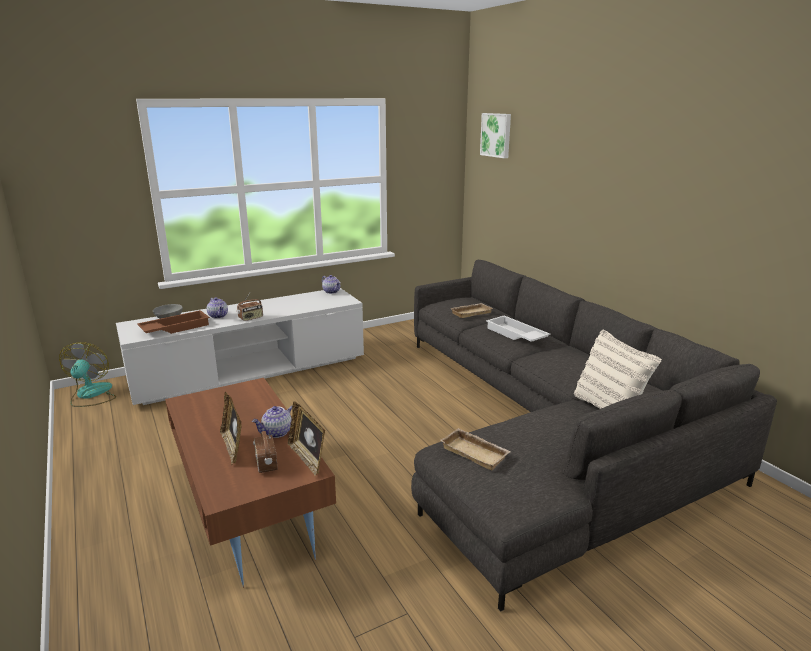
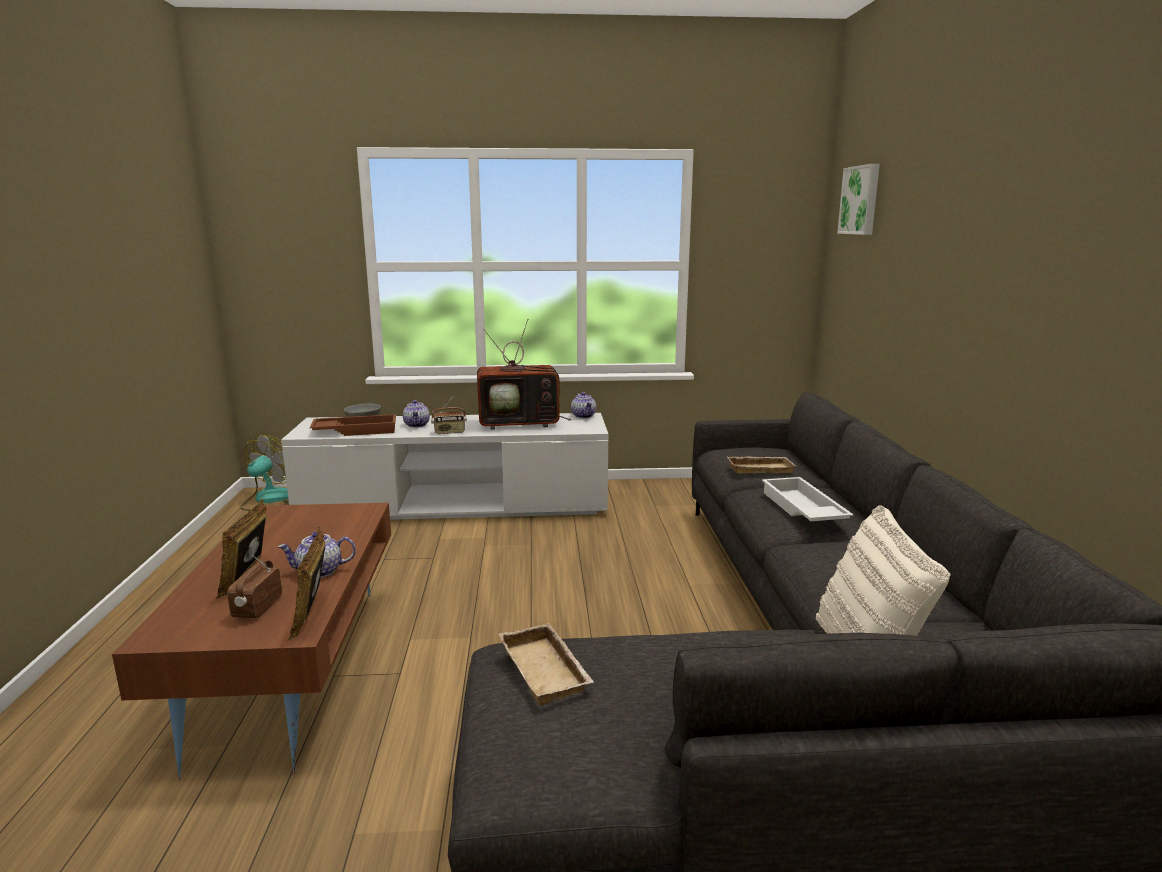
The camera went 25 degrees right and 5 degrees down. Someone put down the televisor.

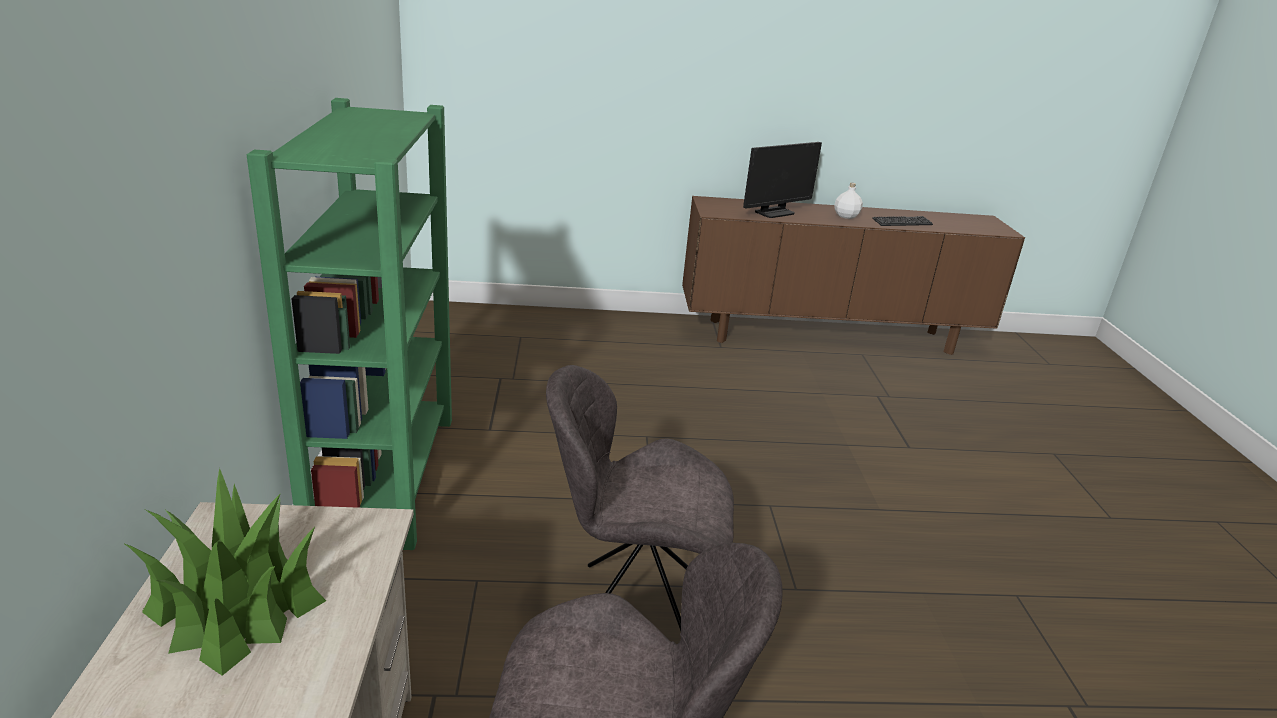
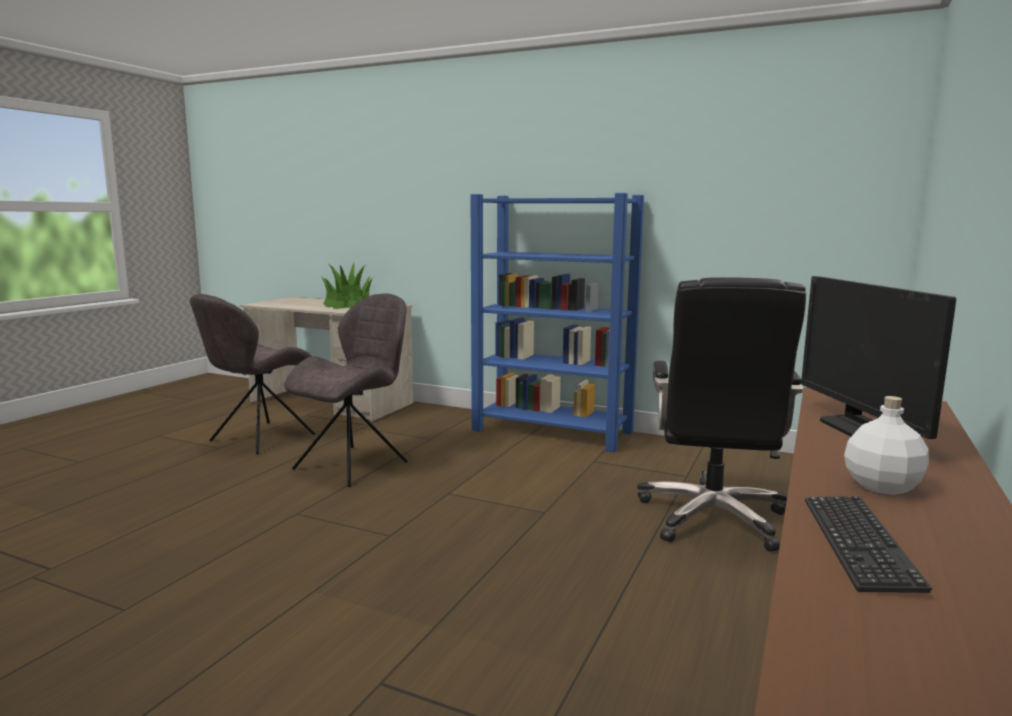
The camera went 120 degrees right and 15 degrees down. Someone put down the silla de oficina/negro. Someone repainted the estantería/verde, which became the estantería/azul.

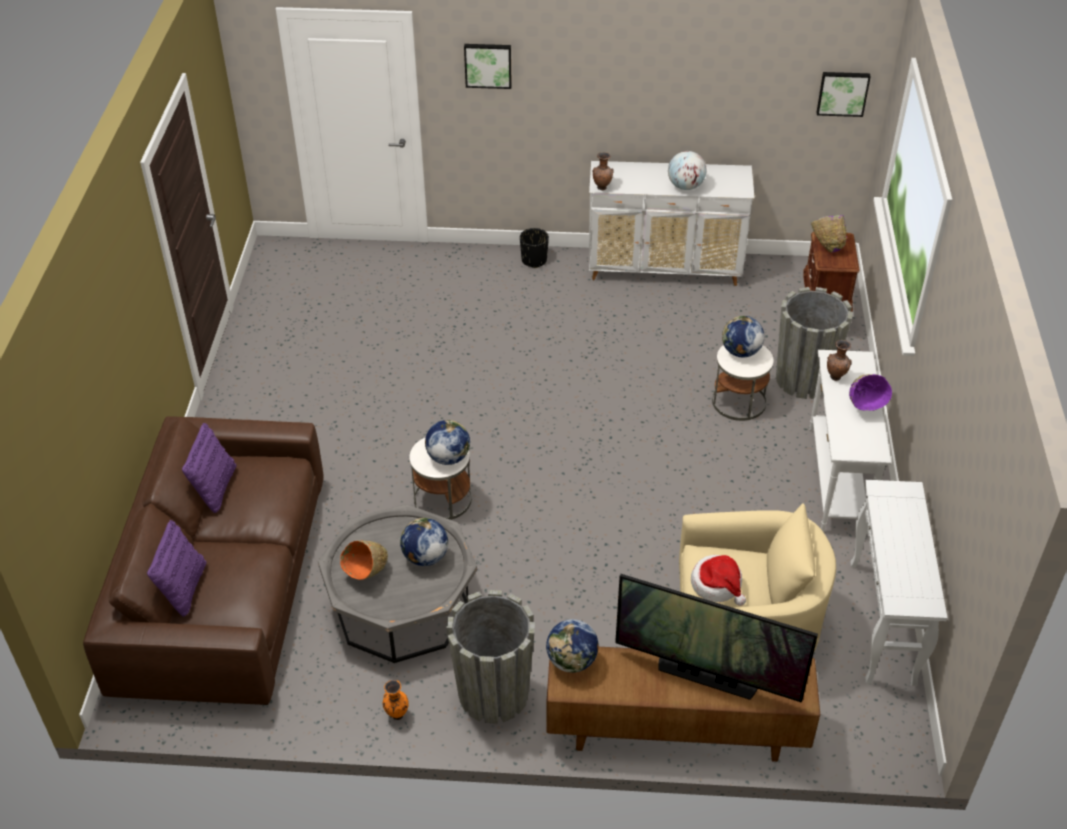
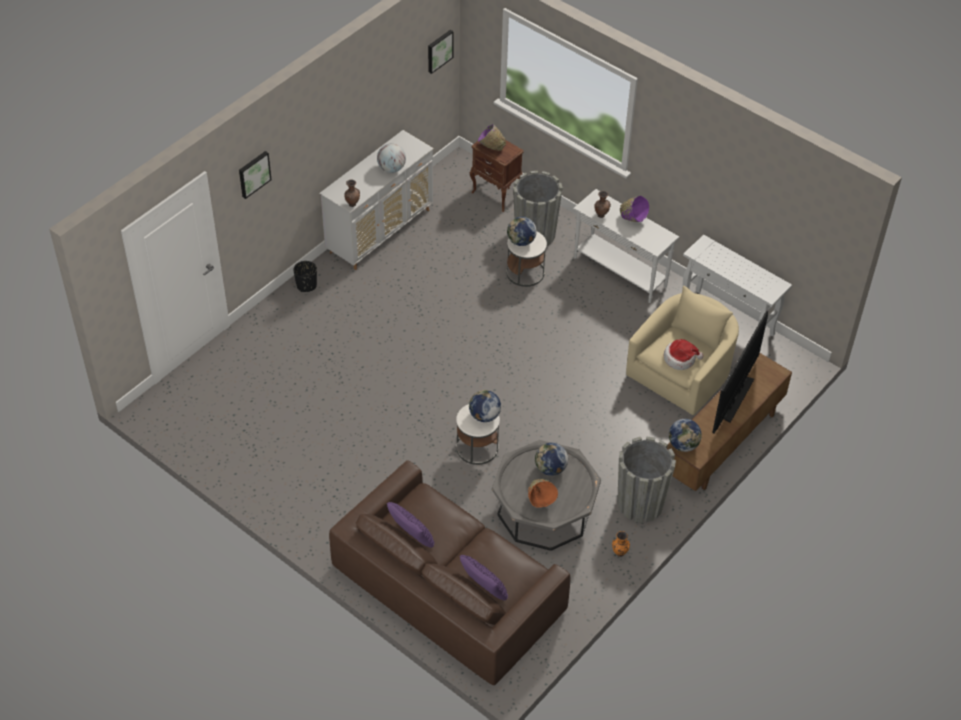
The camera went 55 degrees left and 5 degrees up. Someone rotated the televisor by 150 degrees clockwise.

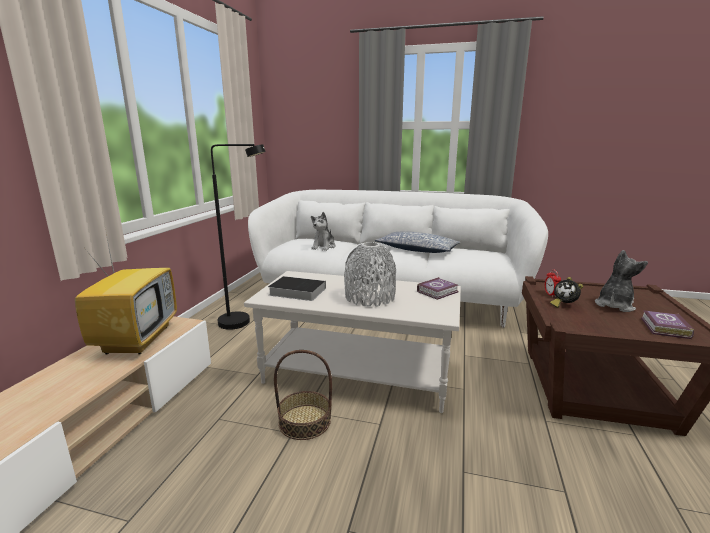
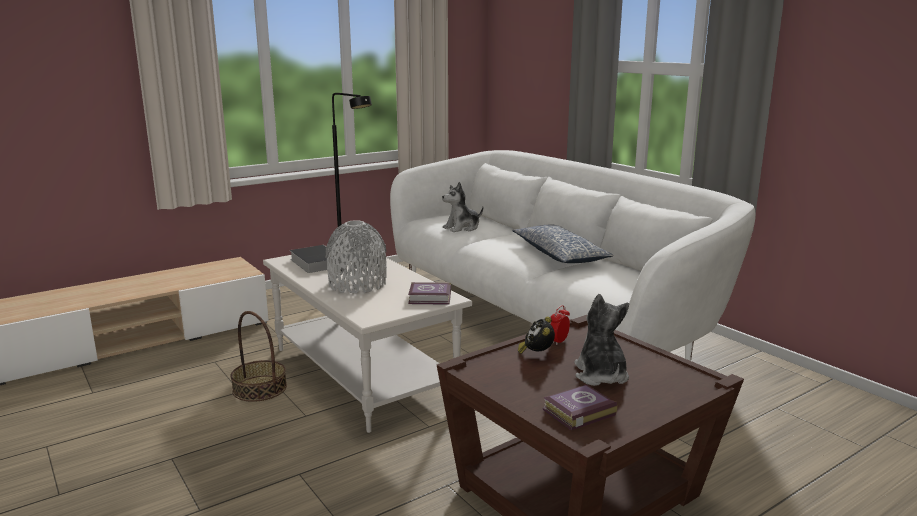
The camera went 40 degrees right and 0 degrees up. Someone took away the televisor. Someone rotated the peluche (2nd from left) by 90 degrees counterclockwise.

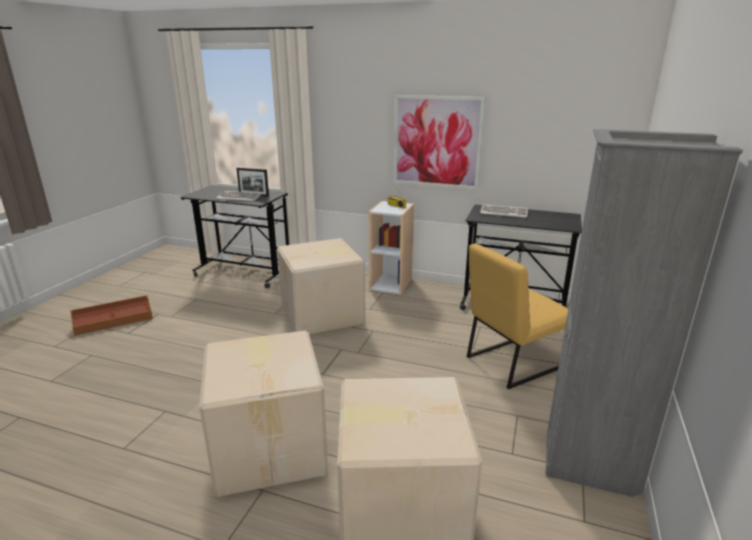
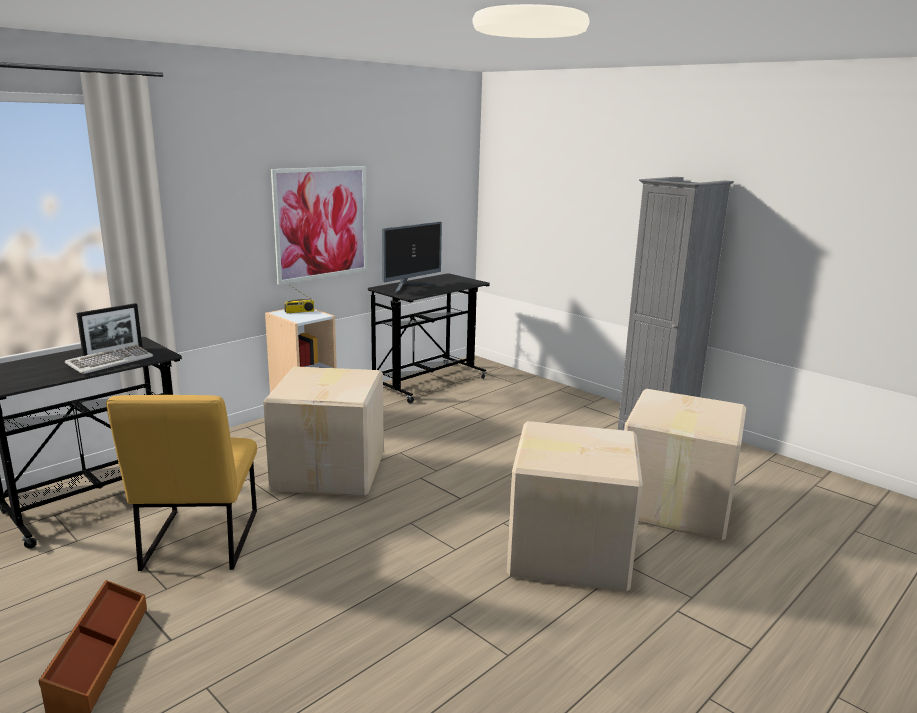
The camera went 65 degrees left and 5 degrees down. Someone carried the silla/amarillo. Someone swapped the teclado (2nd from left) for the monitor.

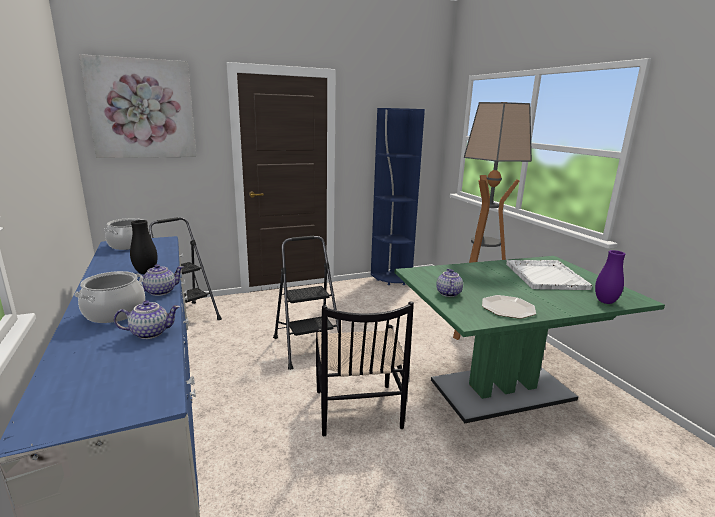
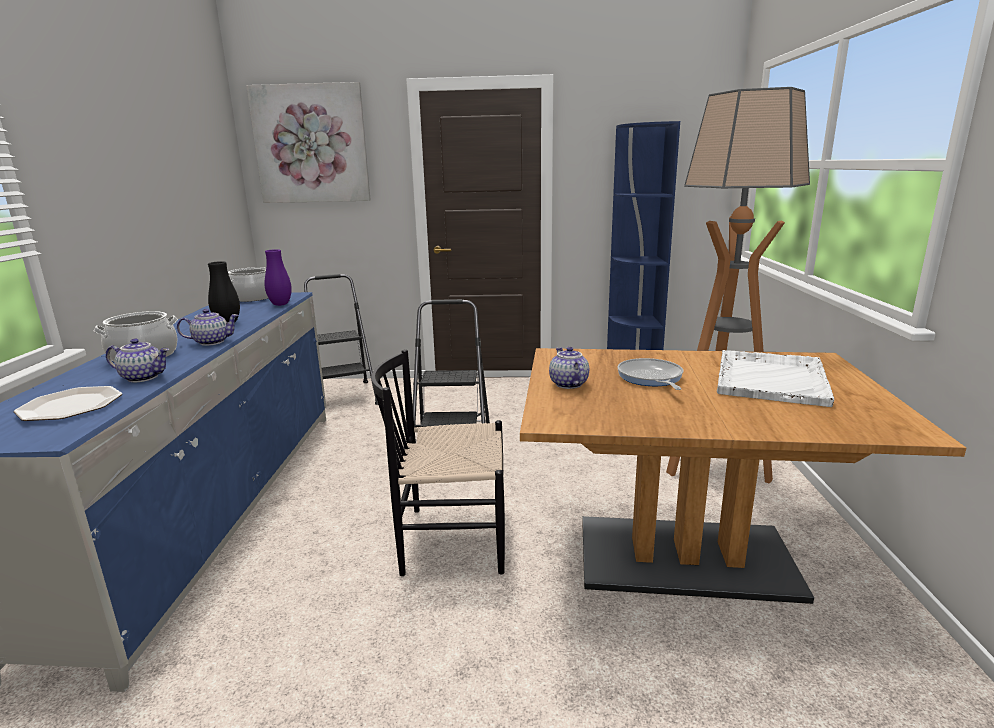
The camera went 25 degrees right and 0 degrees up. Someone put down the sartén. Someone carried the plato. Someone carried the florero/morado. Someone repainted the mesa de comedor/verde, which became the mesa de comedor/marrón. Someone rotated the silla/negro by 75 degrees clockwise. Someone rotated the tetera (3rd from left) by 45 degrees counterclockwise.

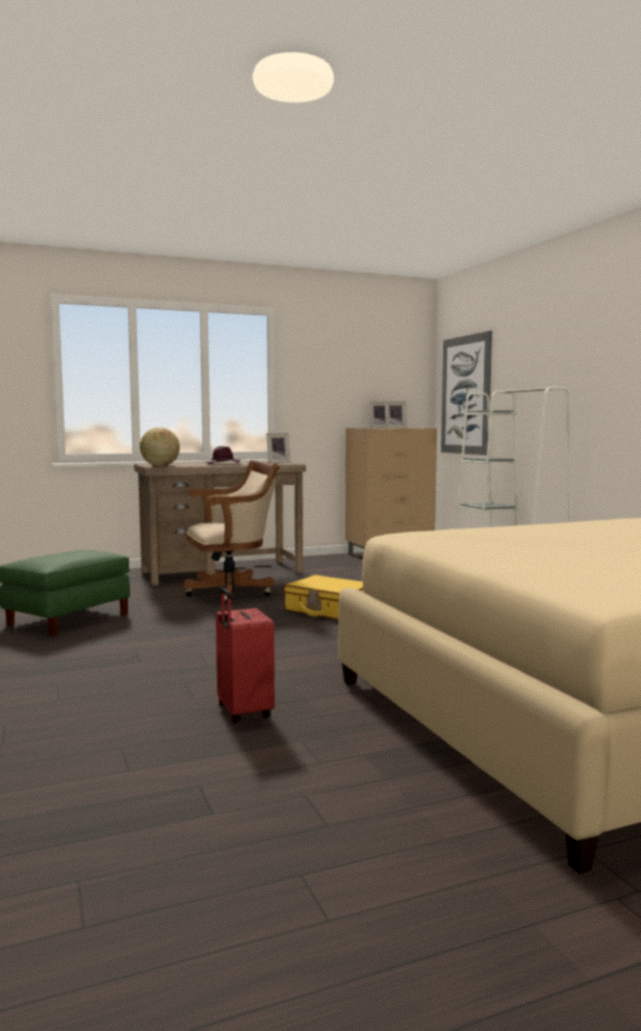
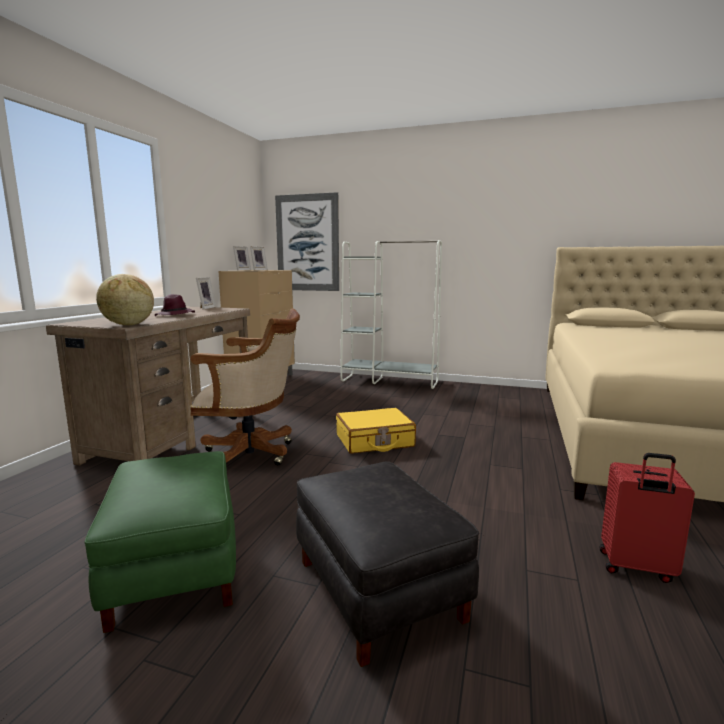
The camera went 50 degrees left and 5 degrees up. Someone put down the puf/negro. Someone rotated the silla de oficina by 75 degrees clockwise.

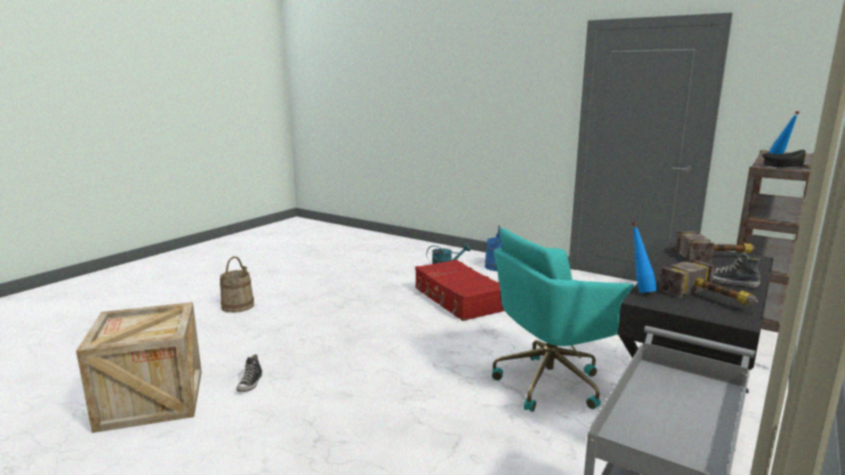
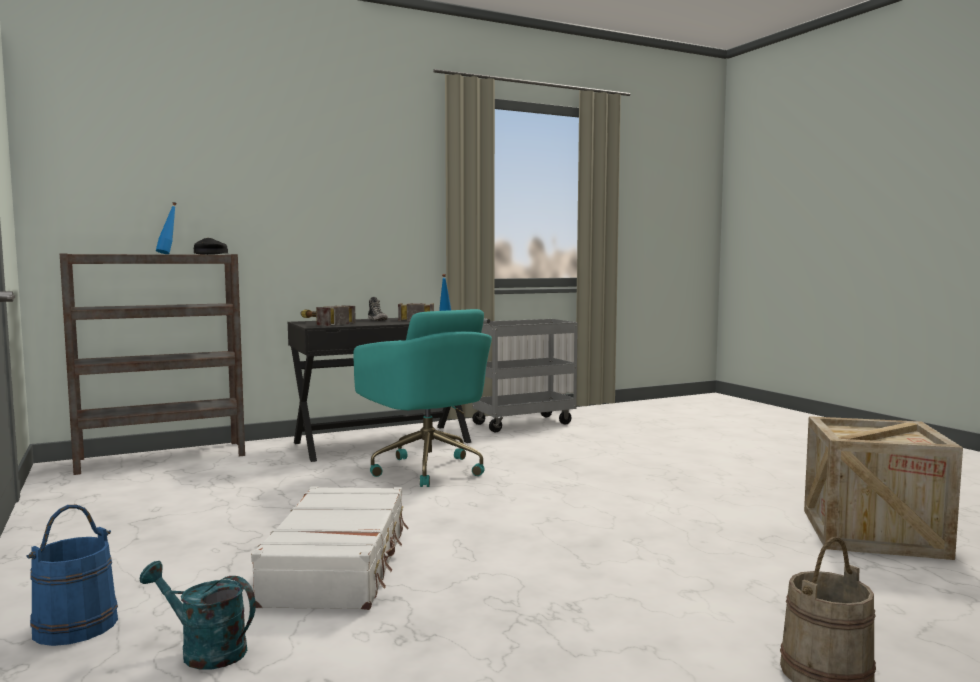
The camera went 150 degrees left and 10 degrees down. Someone took away the zapato (1st from left). Someone repainted the maleta/rojo, which became the maleta/blanco. Someone rotated the silla de oficina/turquesa by 45 degrees clockwise.

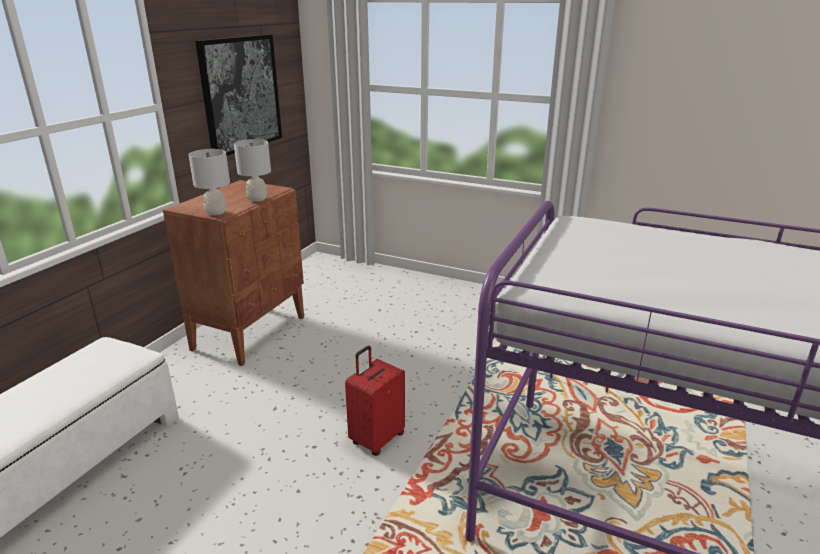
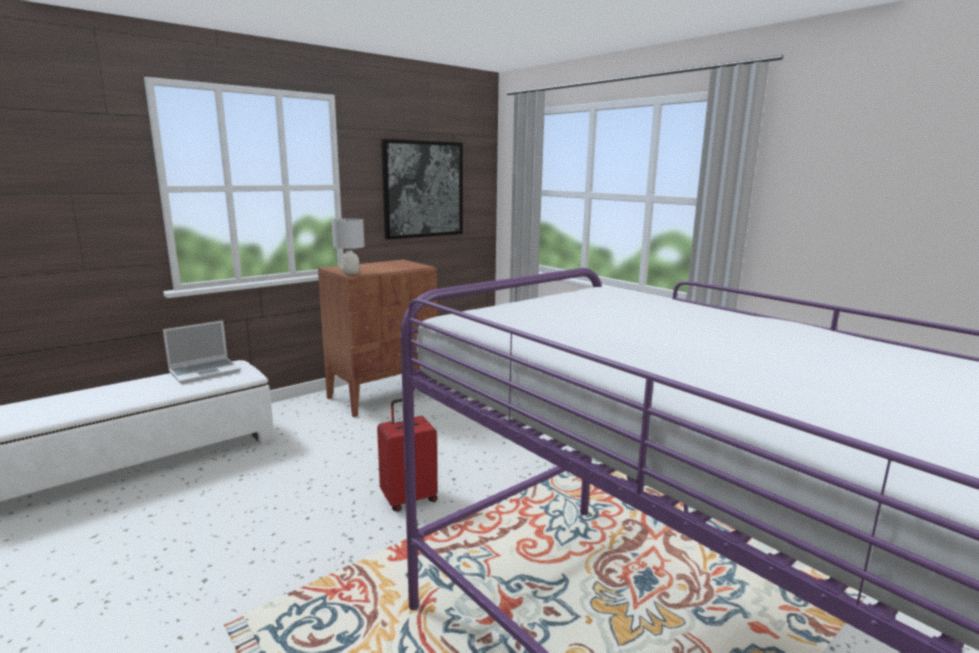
The camera went 25 degrees right and 10 degrees down. Someone took away the lámpara de mesa/gris (2nd from left). Someone put down the portátil.

